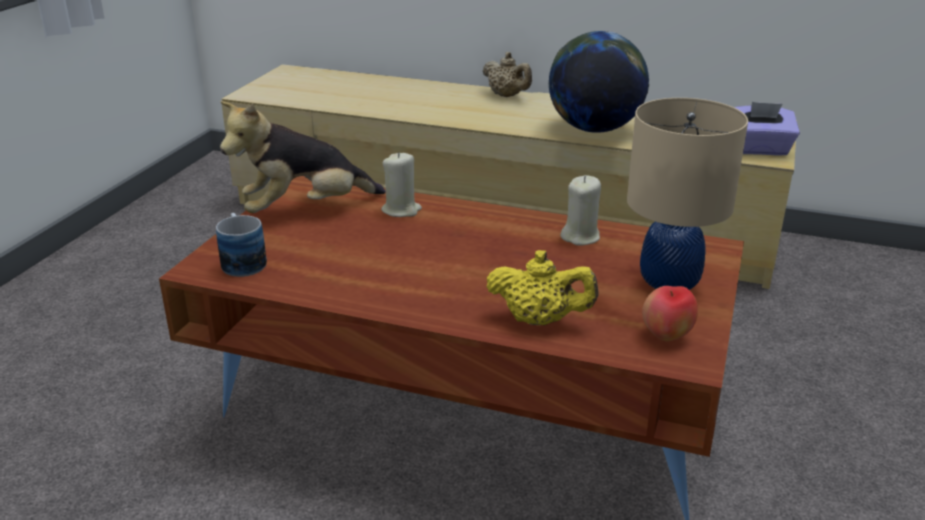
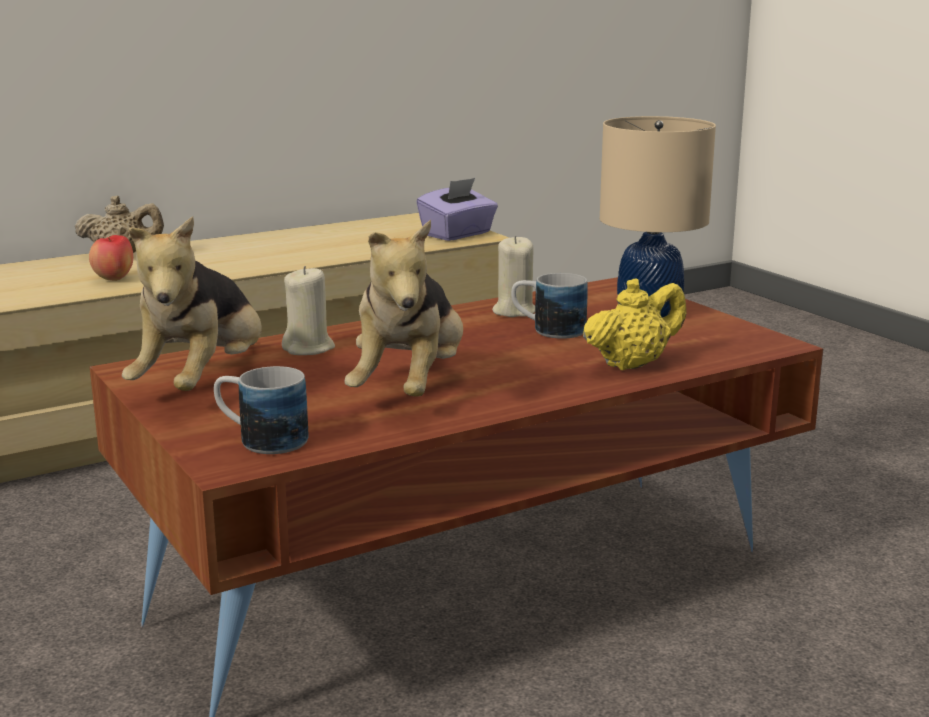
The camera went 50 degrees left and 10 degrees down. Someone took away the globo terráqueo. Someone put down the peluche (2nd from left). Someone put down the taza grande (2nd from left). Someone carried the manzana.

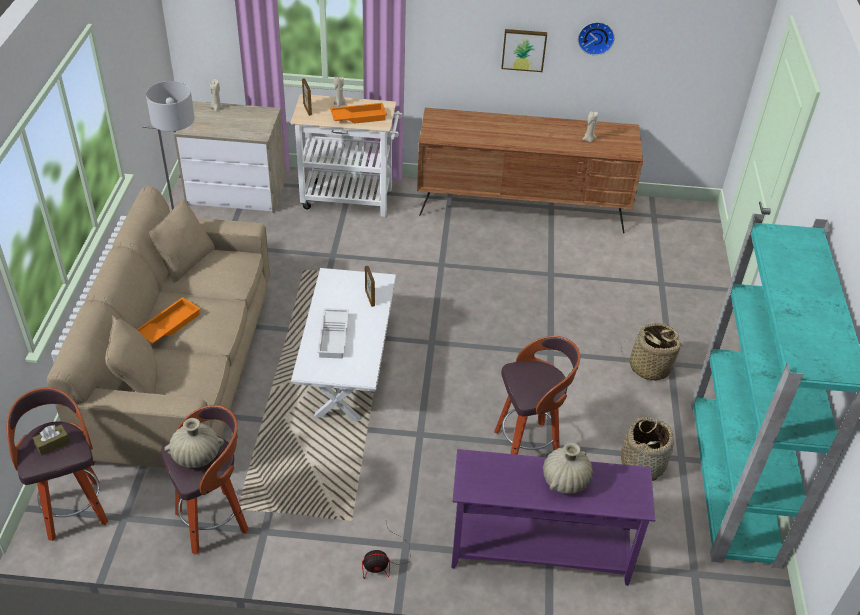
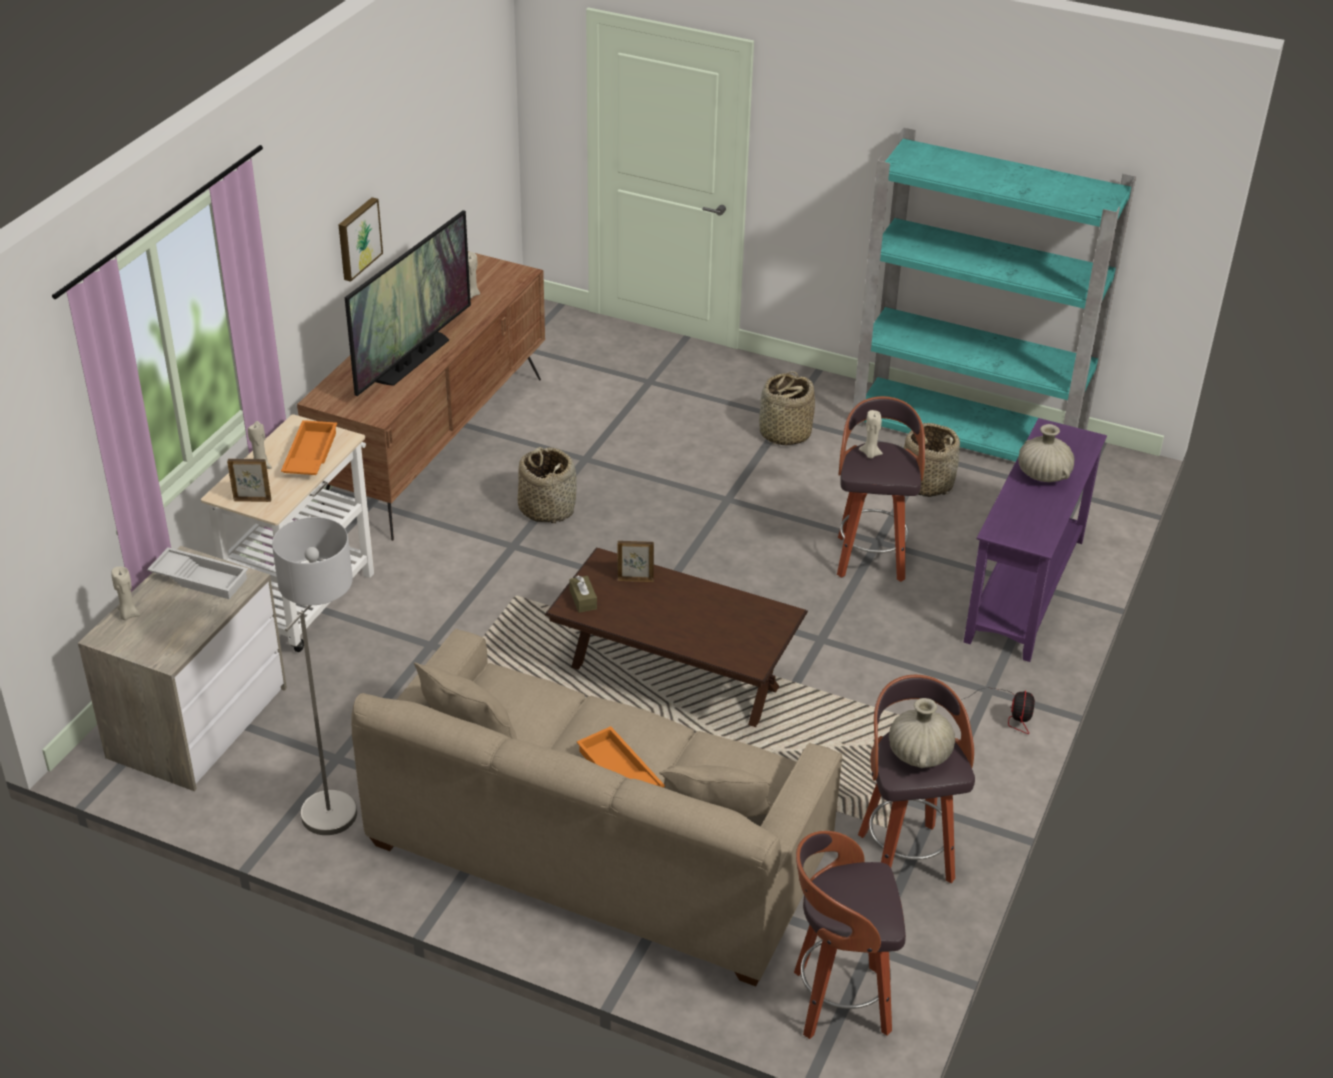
The camera went 70 degrees left and 5 degrees down. Someone took away the reloj de pared. Someone put down the televisor. Someone put down the cesta (1st from left). Someone put down the vela/beis (4th from left). Someone carried the caja de pañuelos/marrón. Someone carried the bandeja/blanco. Someone repainted the mesa de centro/blanco, which became the mesa de centro/marrón.

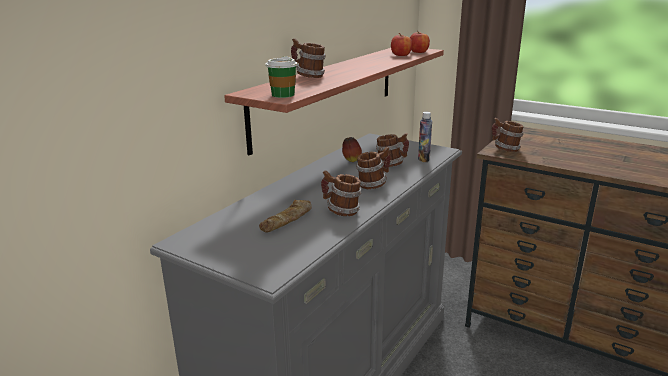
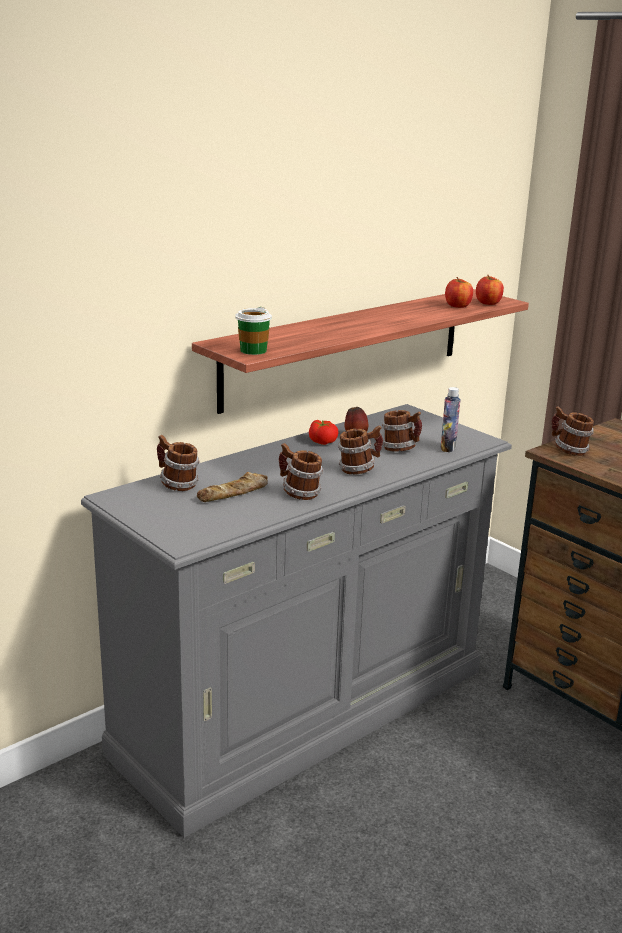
The camera went 15 degrees right and 0 degrees up. Someone put down the tomate. Someone carried the taza grande (1st from left).

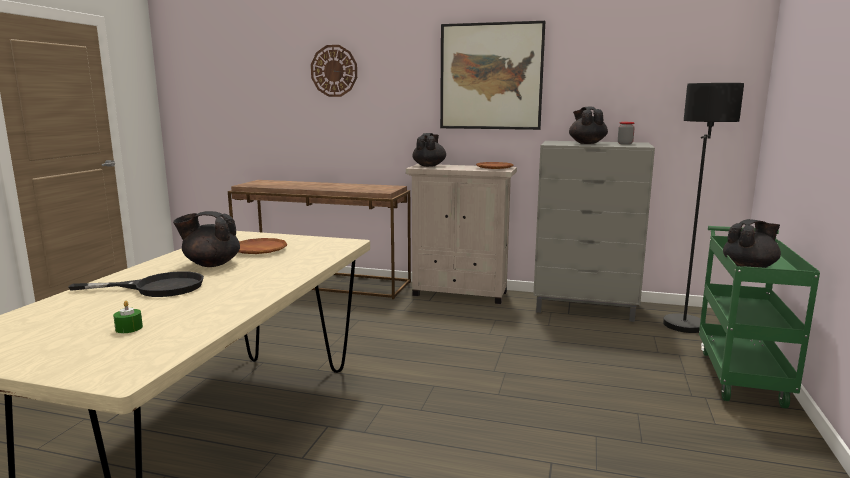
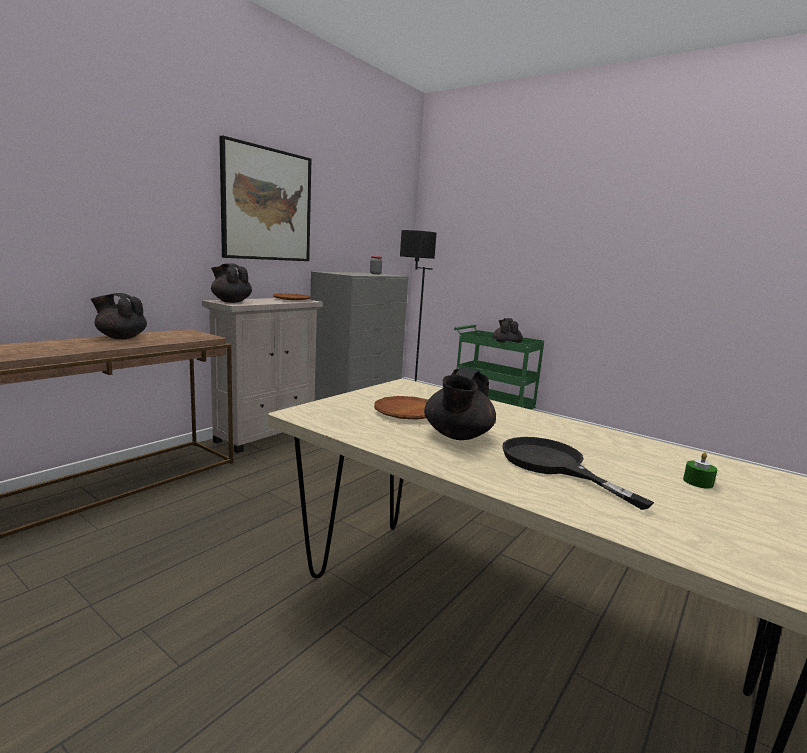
The camera went 70 degrees left and 0 degrees up. Someone took away the reloj de pared. Someone carried the tetera/negro (3rd from left in the first image). Someone rotated the sartén/negro by 45 degrees counterclockwise.

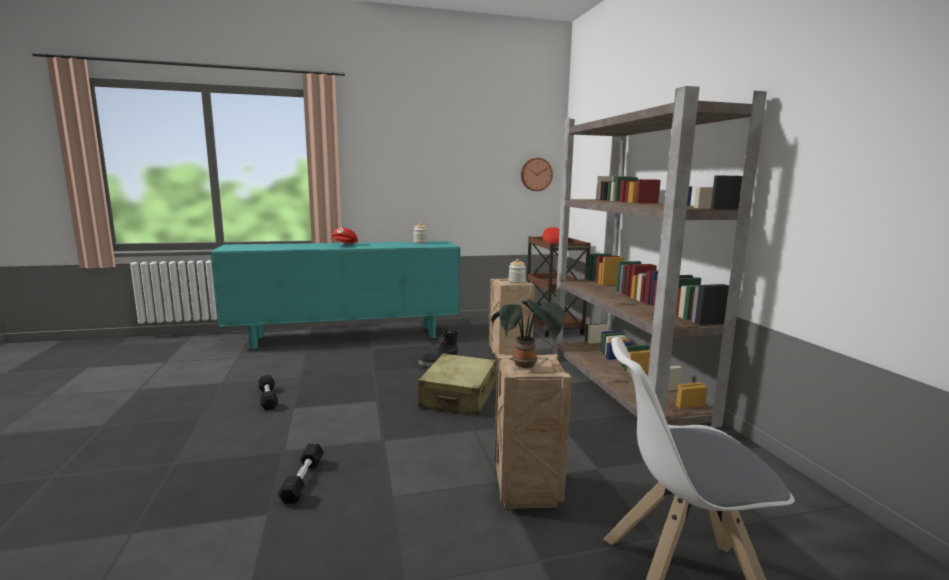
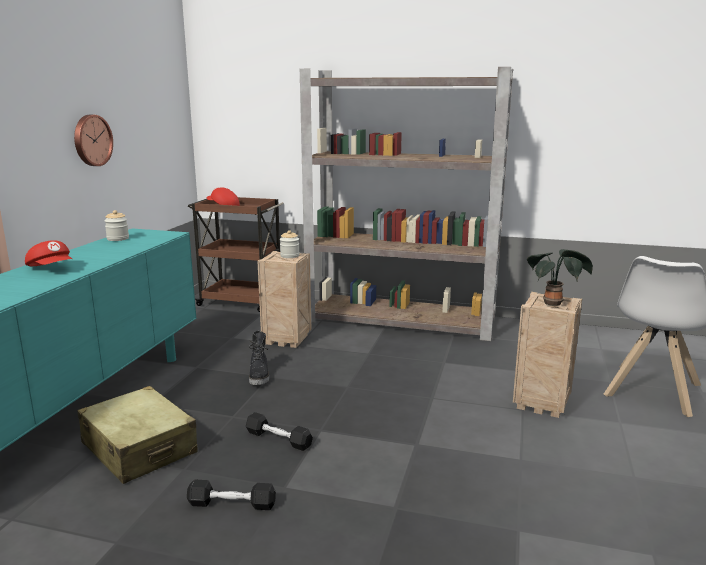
The camera went 60 degrees left and 5 degrees up. Someone carried the mancuerna/negro (2nd from left). Someone carried the maleta/beis. Someone carried the reloj de pared.

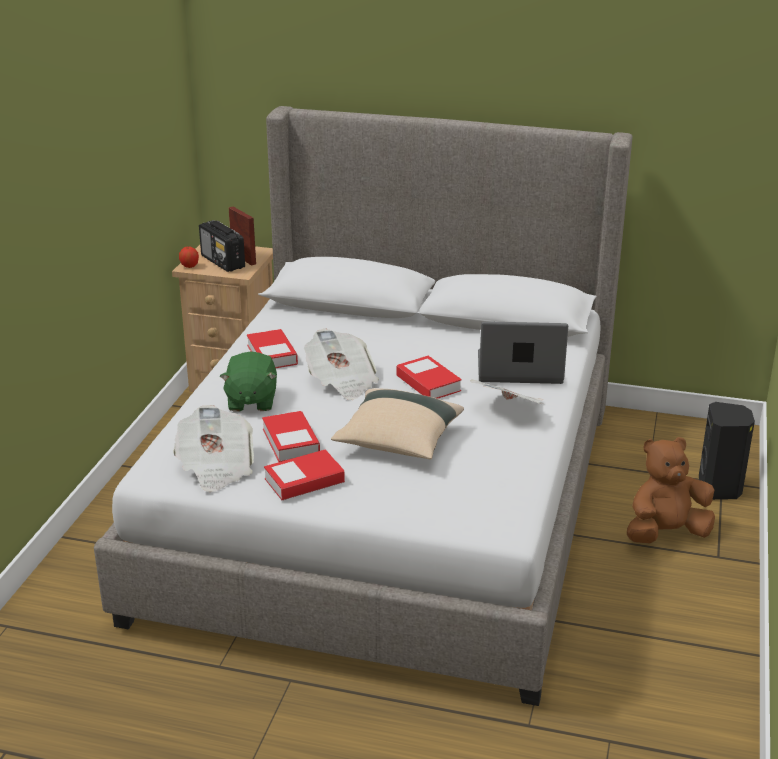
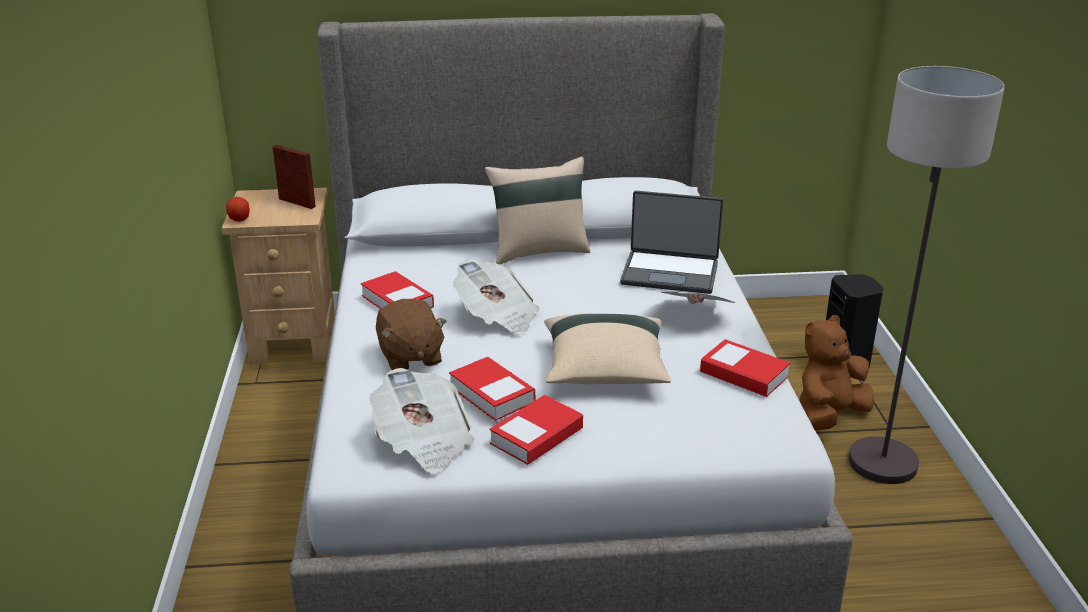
The camera went 20 degrees left and 0 degrees up. Someone took away the radio. Someone put down the cojín/beis (1st from left). Someone put down the lámpara de pie/gris. Someone carried the libro (4th from left). Someone repainted the peluche/verde, which became the peluche/marrón (1st from left). Someone rotated the portátil by 150 degrees counterclockwise.

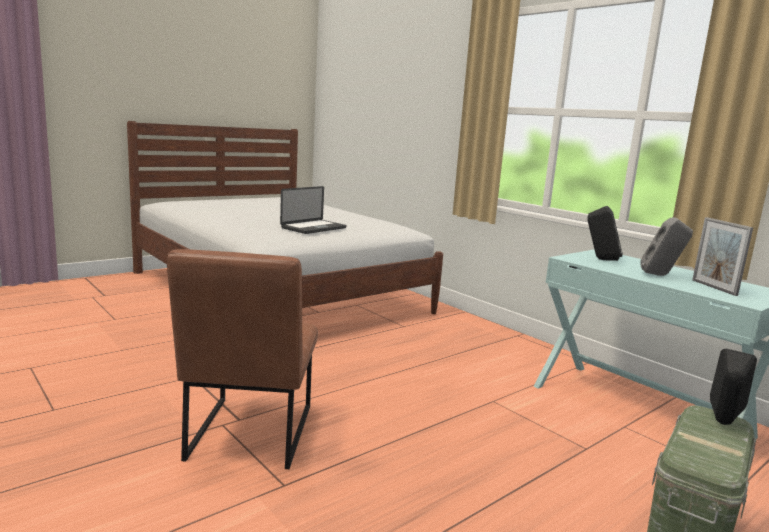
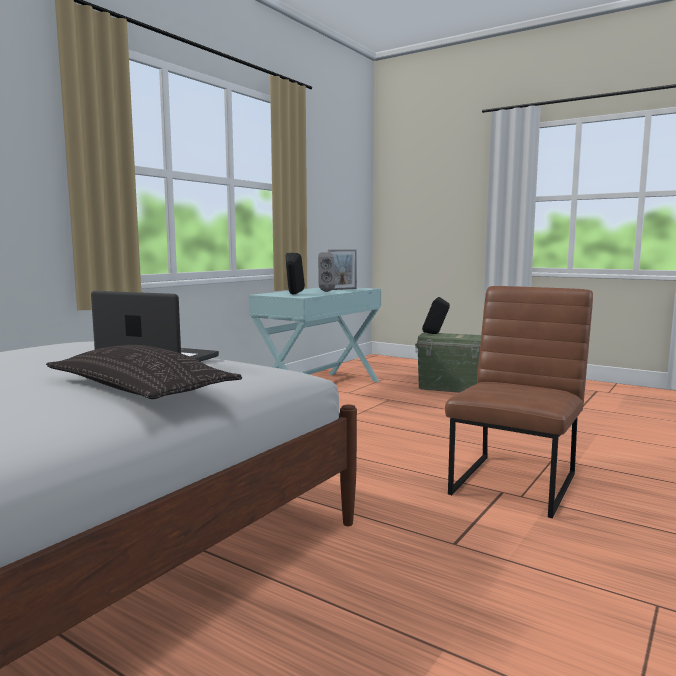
The camera went 105 degrees left and 5 degrees down. Someone put down the cojín. Someone rotated the silla/marrón by 45 degrees counterclockwise.

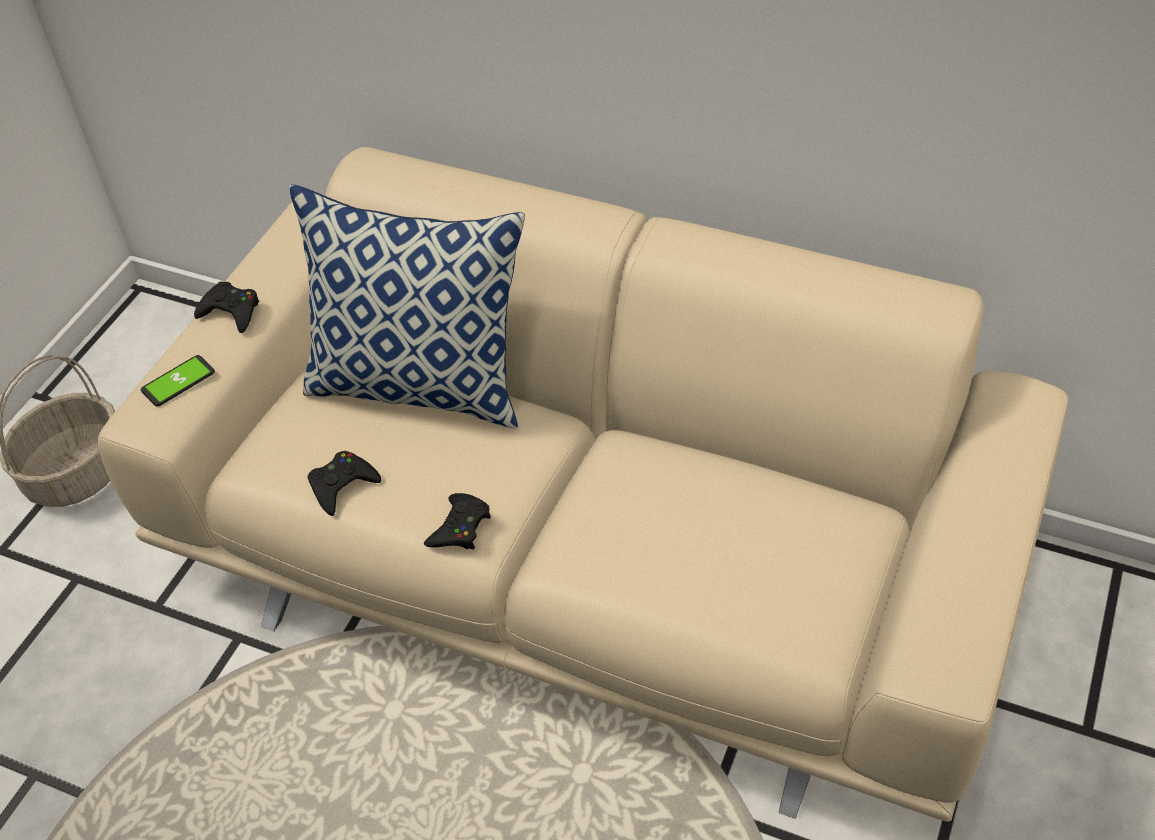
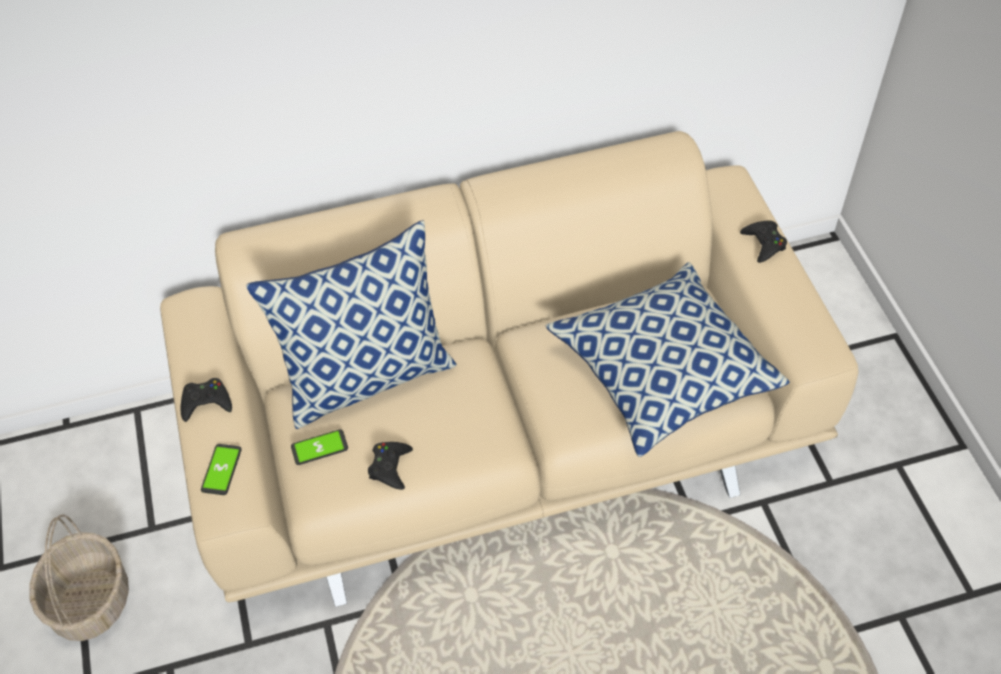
The camera went 40 degrees left and 5 degrees up. Someone put down the móvil (2nd from left). Someone put down the cojín (2nd from left). Someone carried the mando de consola/negro (3rd from left).

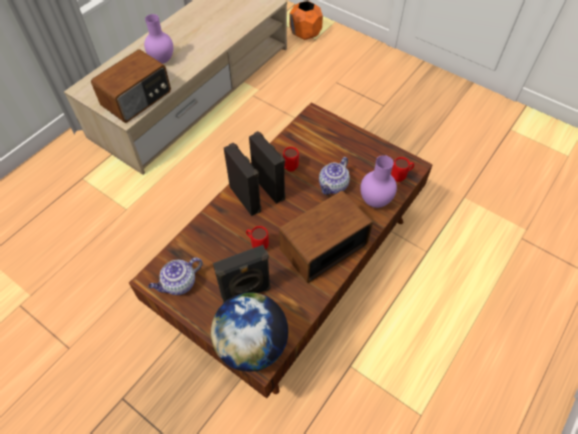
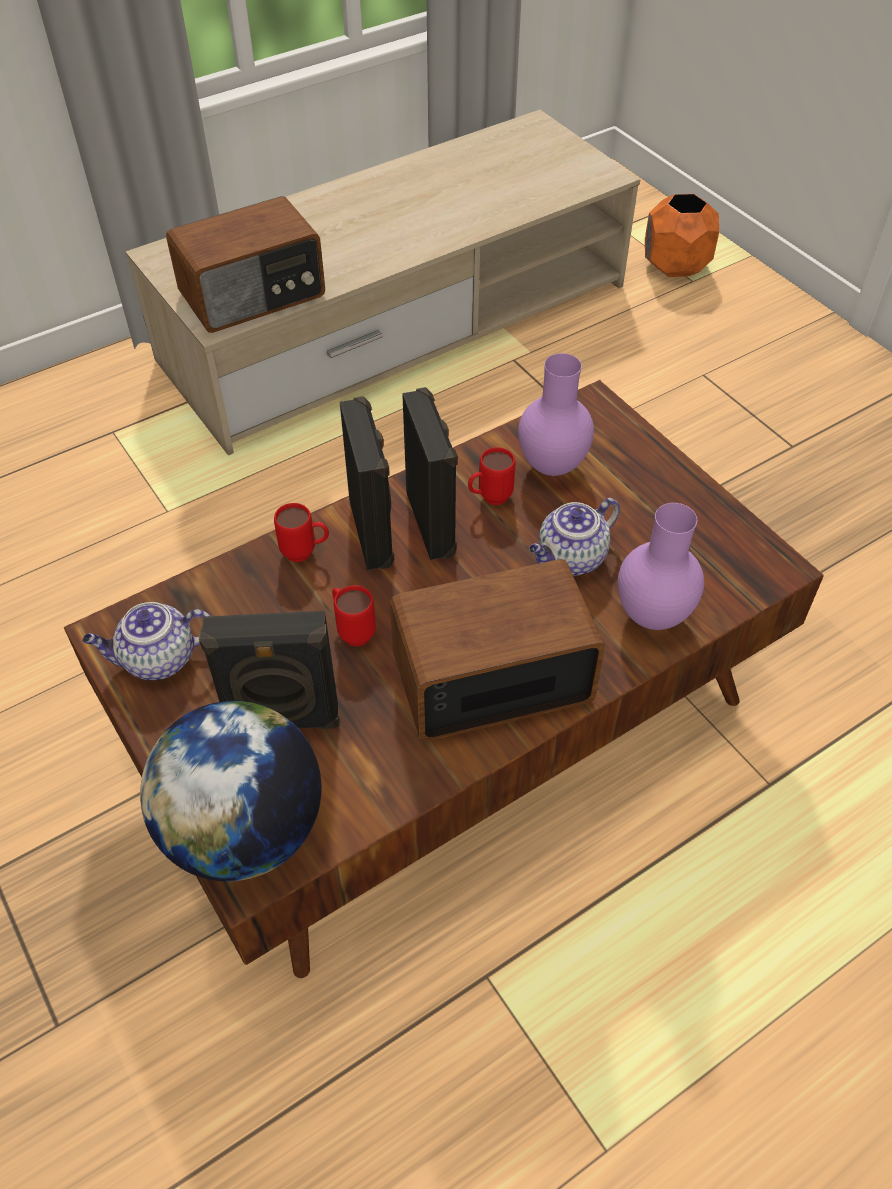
The camera went 20 degrees right and 5 degrees down. Someone carried the florero/morado (1st from left). Someone carried the taza grande/rojo (3rd from left in the first image).

